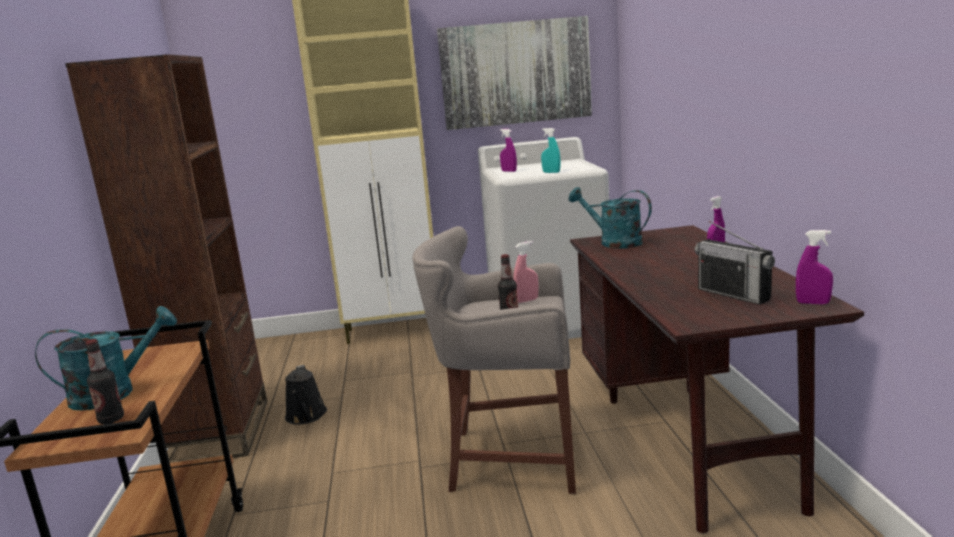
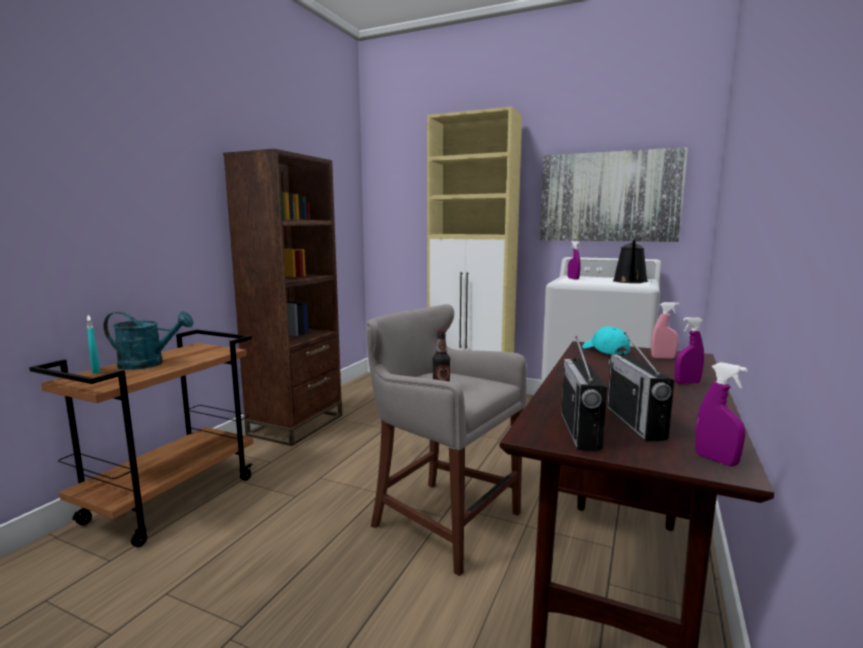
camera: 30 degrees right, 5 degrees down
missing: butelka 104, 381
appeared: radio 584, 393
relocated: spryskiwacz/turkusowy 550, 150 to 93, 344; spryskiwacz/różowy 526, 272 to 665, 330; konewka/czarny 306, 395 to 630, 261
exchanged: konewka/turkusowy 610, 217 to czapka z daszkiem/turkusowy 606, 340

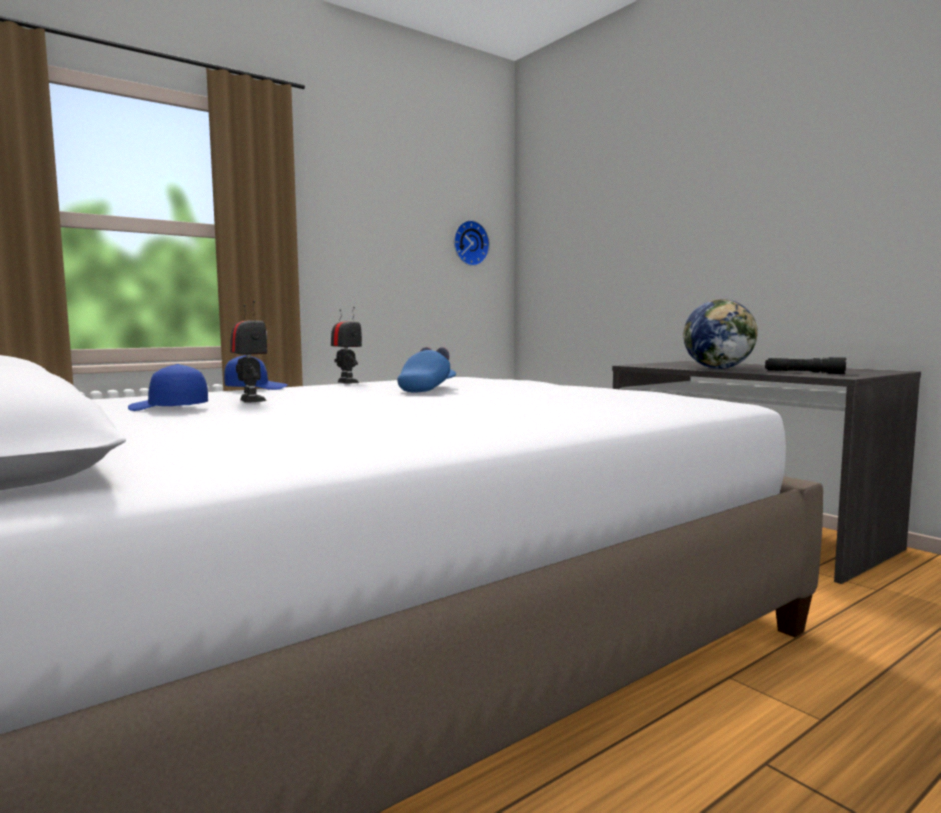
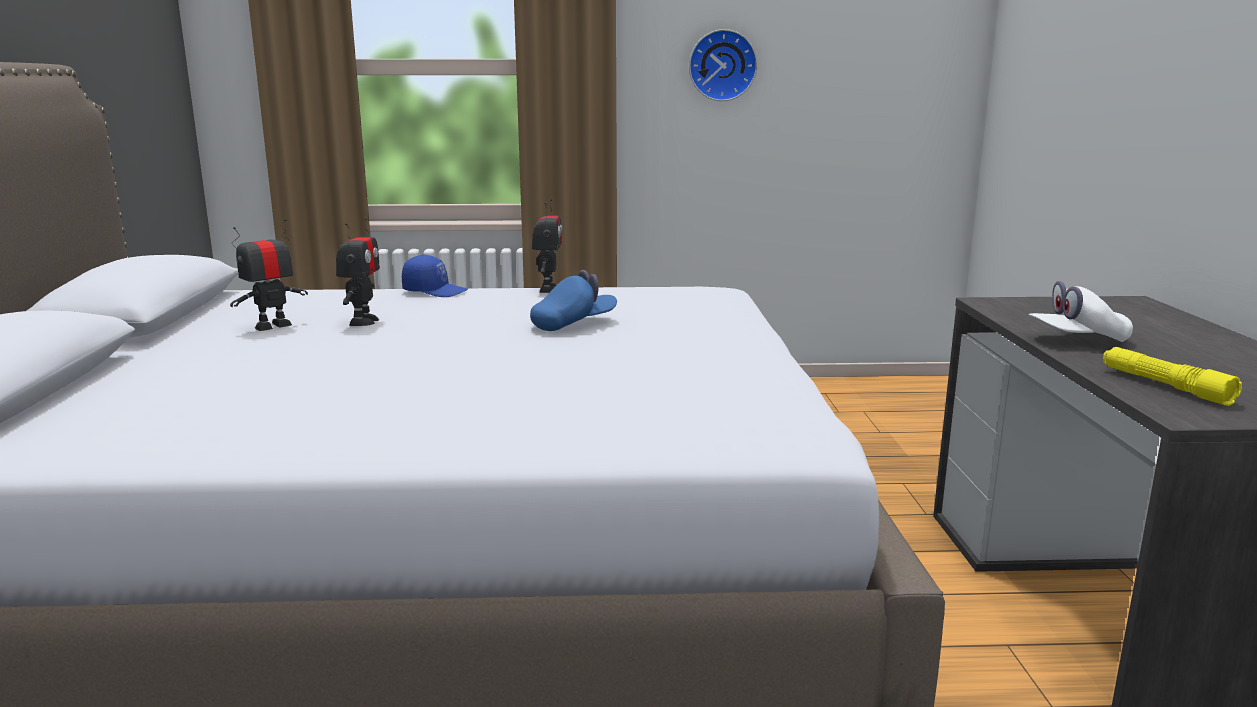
camera: 35 degrees right, 10 degrees up
relocated: zegar ścienny 472, 243 to 723, 65
exchanged: globus 720, 334 to czapka z daszkiem/biały 1081, 311; czapka z daszkiem/niebieski 168, 387 to robot zabawkowy 269, 275
colour: latarka/czarny 805, 365 to latarka/żółty 1172, 376

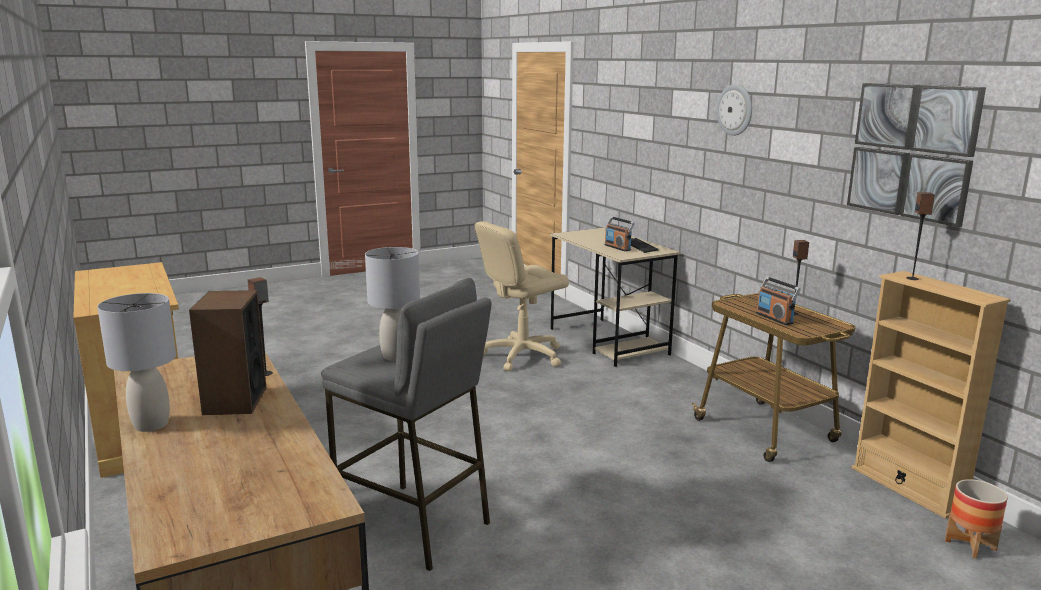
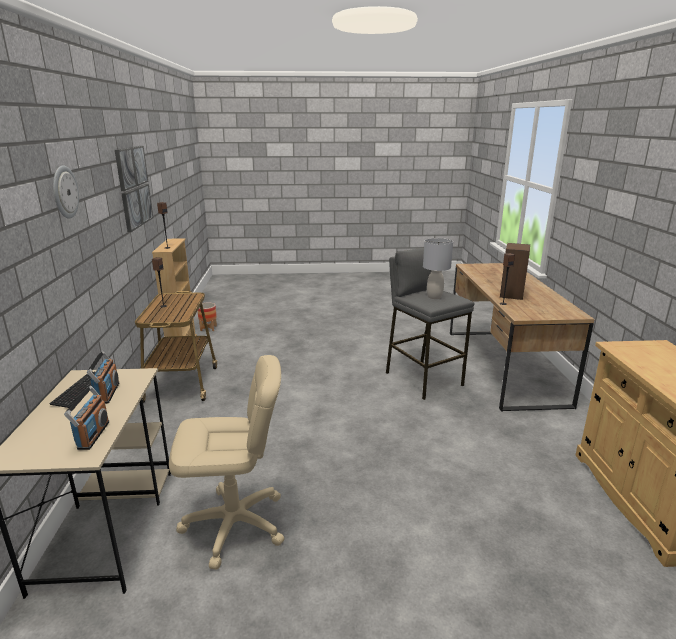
camera: 155 degrees left, 5 degrees up
missing: lampa stołowa/szary 136, 362
relocated: radio 778, 301 to 86, 418

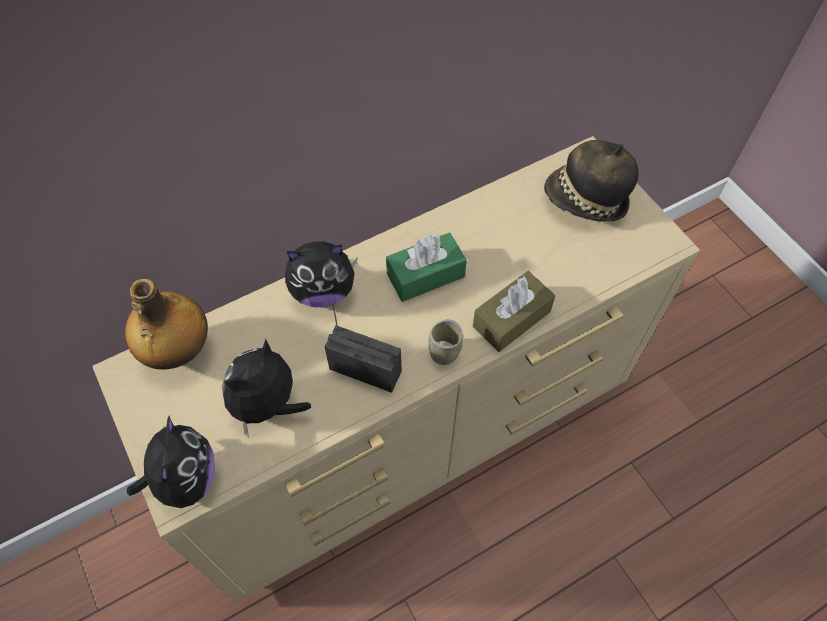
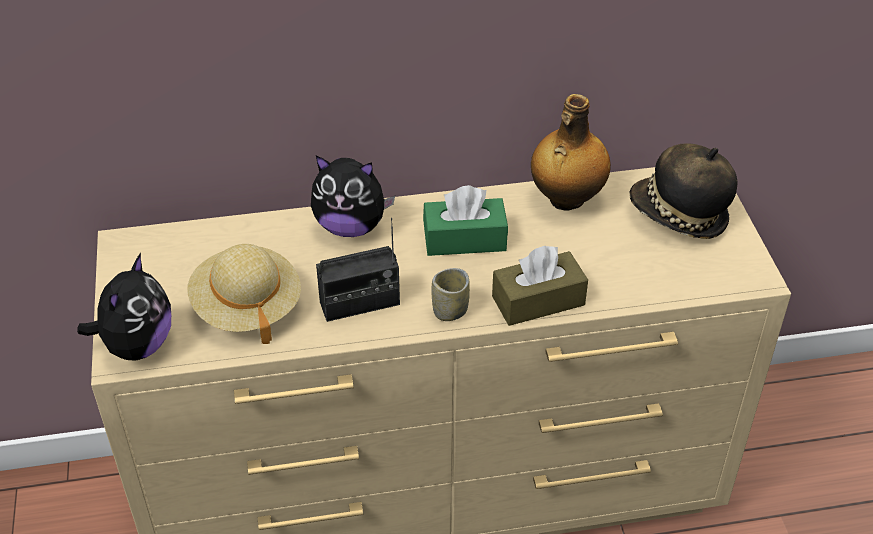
camera: 20 degrees right, 15 degrees down
relocated: butelka 166, 324 to 571, 152
exchanged: pluszak 266, 388 to kapelusz/beżowy 244, 294
spun: radio 363, 346 = 358, 270 120 degrees clockwise

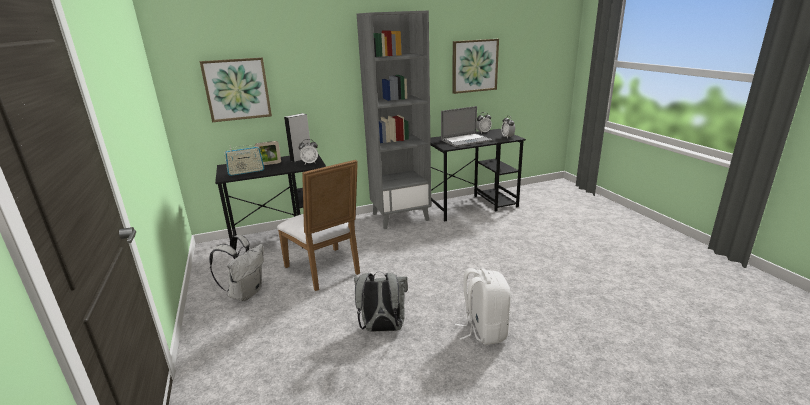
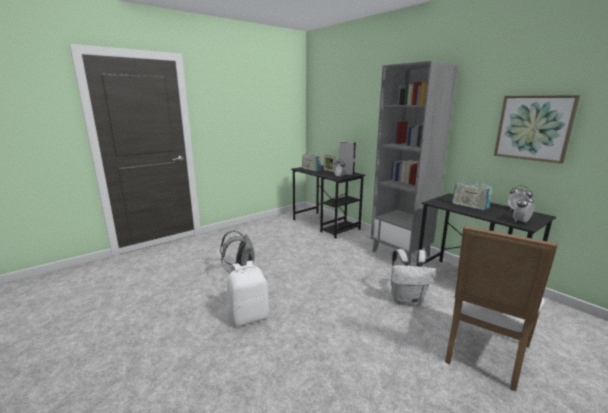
camera: 70 degrees right, 5 degrees down
missing: obraz 236, 89
relocated: krzesło/biały 318, 225 to 501, 308; plecak/biały 236, 268 to 413, 277
exchanged: laptop 466, 126 to radio 472, 194

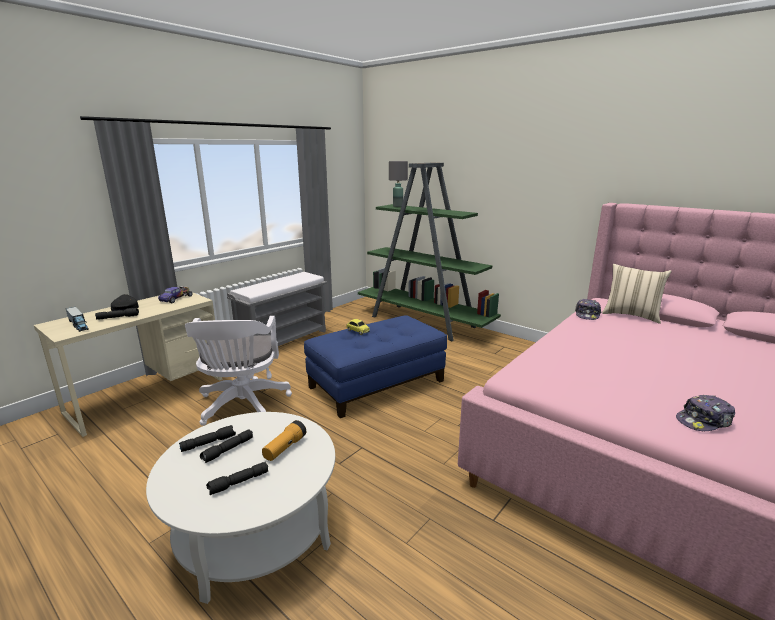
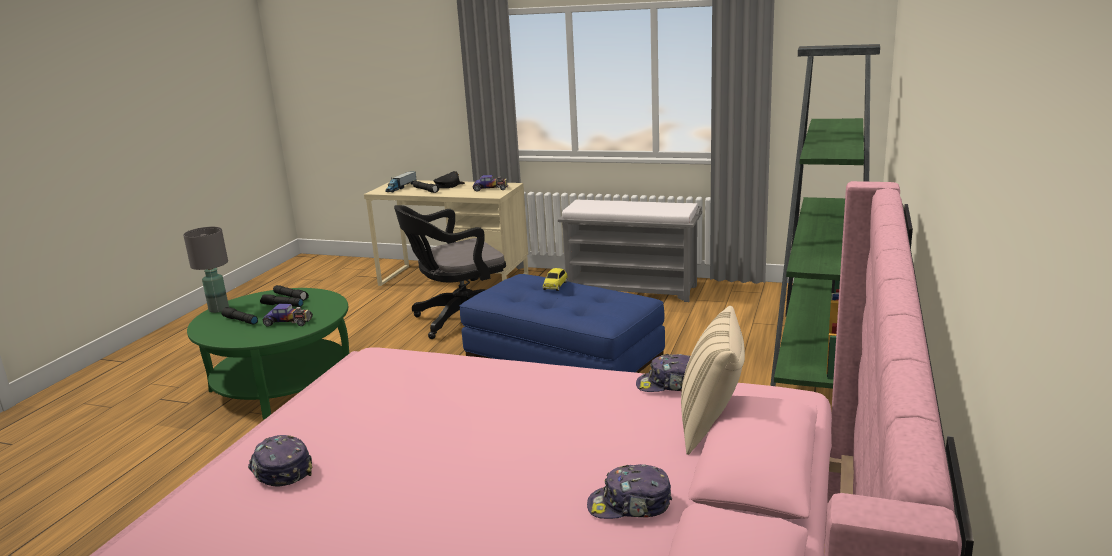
camera: 70 degrees right, 0 degrees up
appeared: czapka z daszkiem 629, 491
relocated: lampa stołowa/szary 398, 184 to 206, 270
exchanged: latarka 284, 440 to samochodzik 288, 315
colour: krzesło biurowe/biały 238, 371 to krzesło biurowe/czarny 450, 272; ława/biały 240, 508 to ława/zielony 268, 354

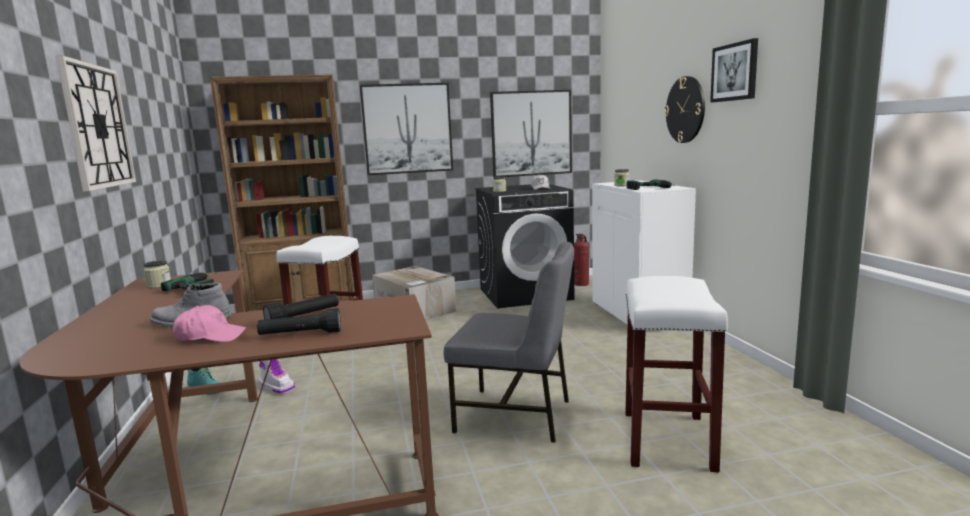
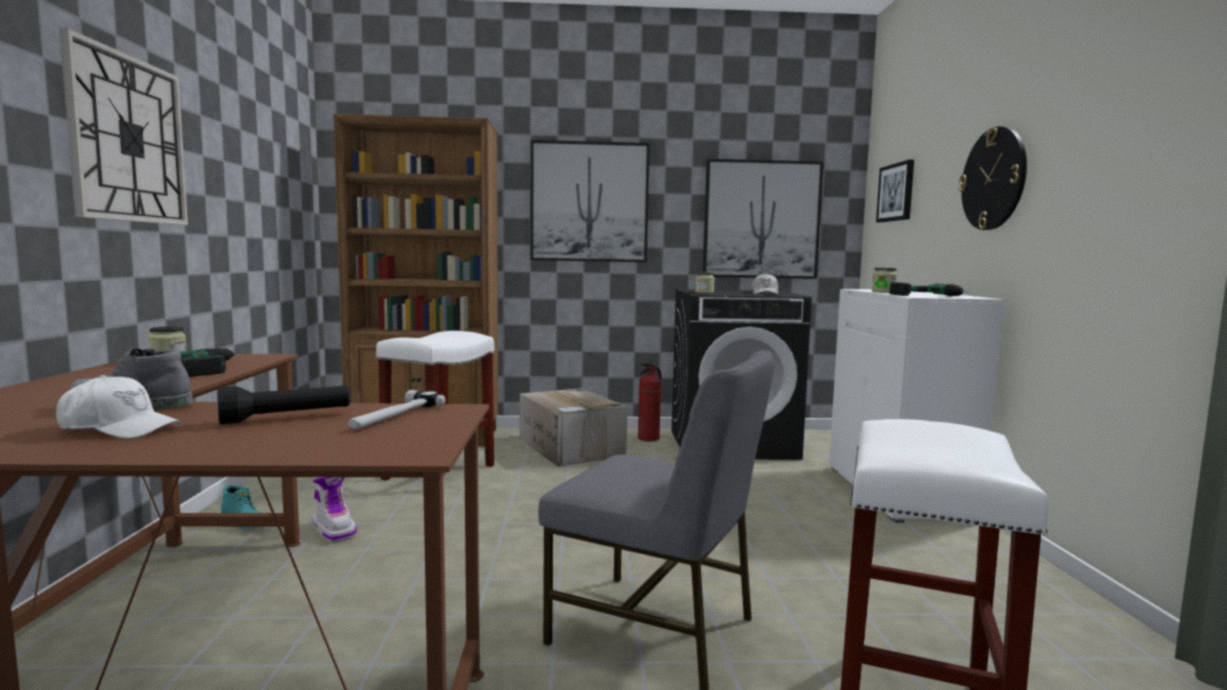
camera: 10 degrees right, 5 degrees down
missing: latarka/czarny 299, 321
appeared: młotek 397, 409
relocated: obraz 734, 70 to 895, 191; gaśnica 581, 260 to 649, 402
colour: czapka z daszkiem/różowy 210, 323 to czapka z daszkiem/biały 119, 407

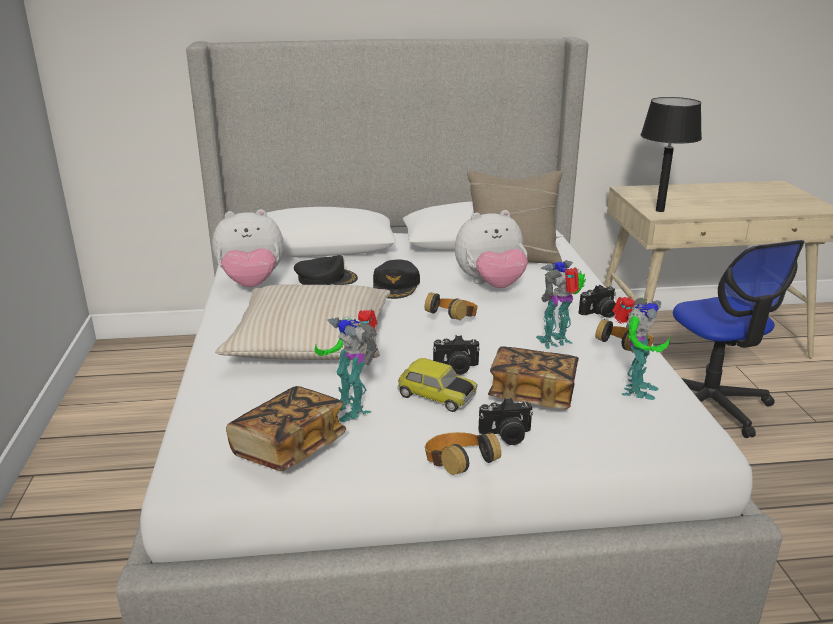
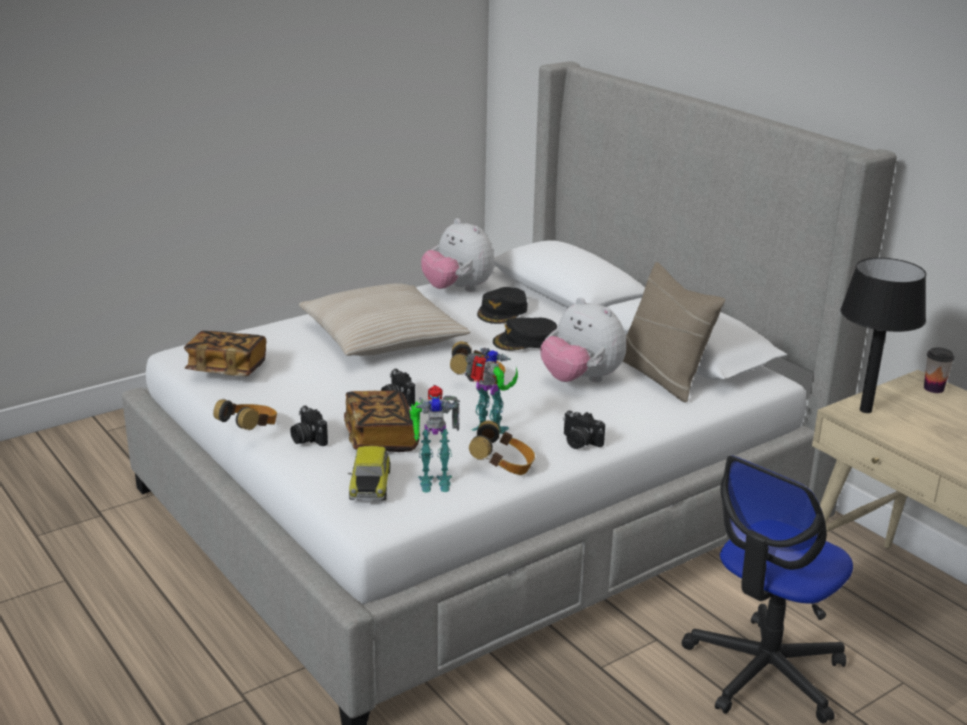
camera: 60 degrees right, 0 degrees up
missing: robot zabawkowy 346, 365
appeared: filiżanka 939, 370
relocated: samochodzik 437, 385 to 369, 473
spun: czapka z daszkiem/czarny 326, 270 = 502, 305 60 degrees clockwise

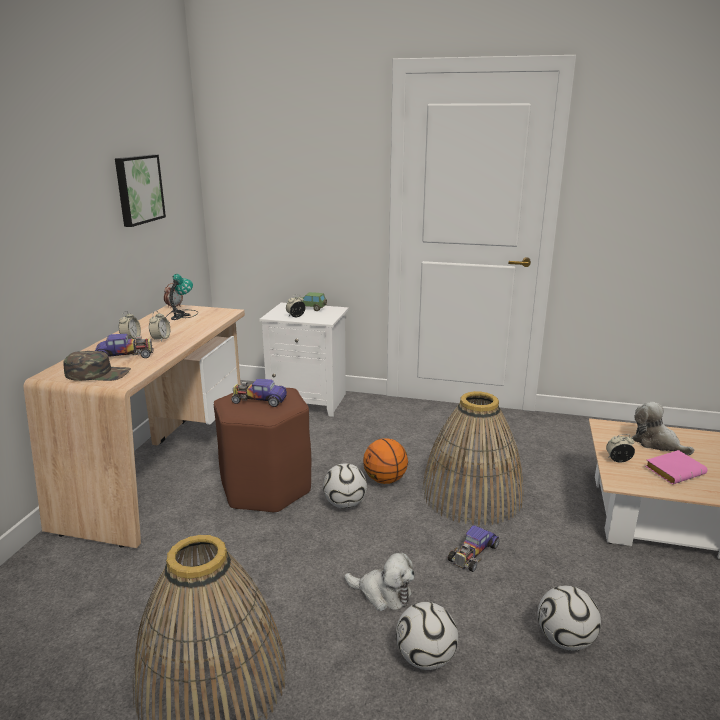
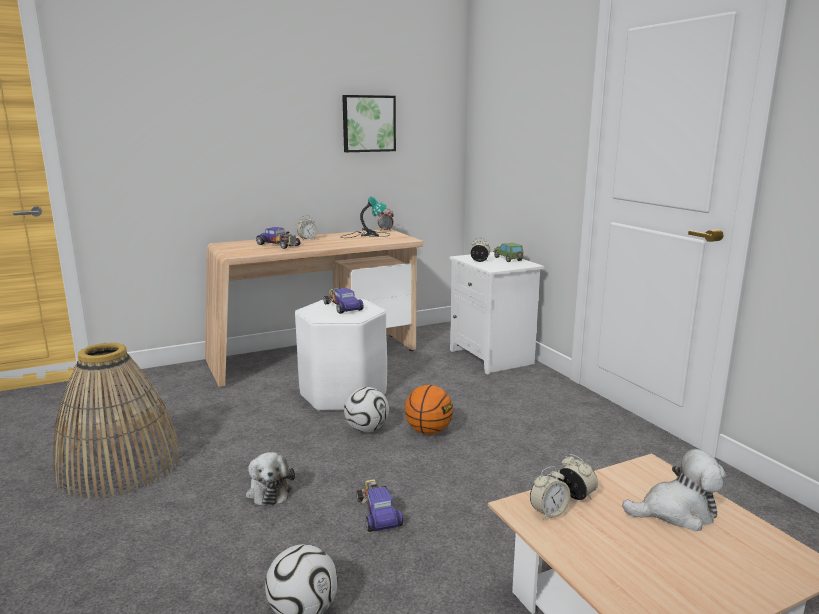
camera: 50 degrees right, 5 degrees down
missing: czapka z daszkiem/zielony 97, 366; koszyk 473, 458; książka/różowy 676, 467; piłka futbolowa 427, 636
relocated: budzik 159, 326 to 550, 493
colour: stołek/brązowy 262, 449 to stołek/biały 341, 355
spun: pluszak 663, 428 = 674, 490 75 degrees clockwise; samochodzik 473, 548 = 379, 506 75 degrees clockwise

